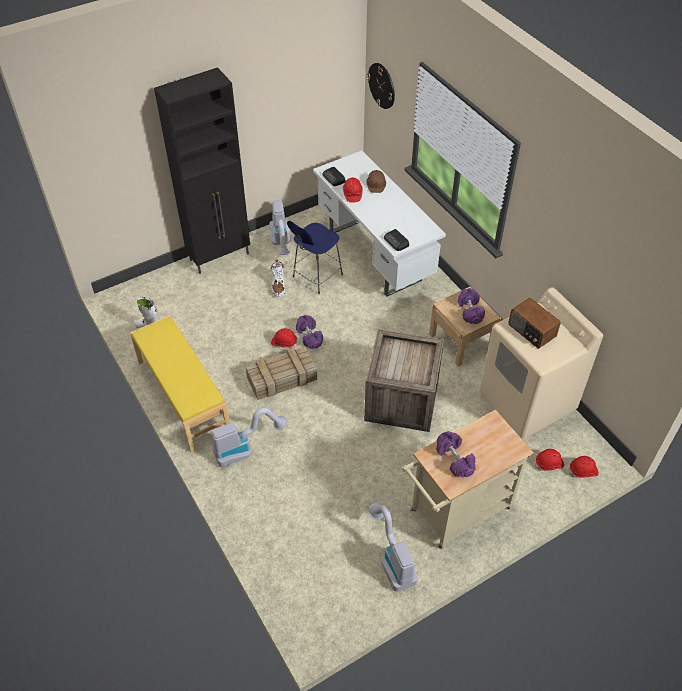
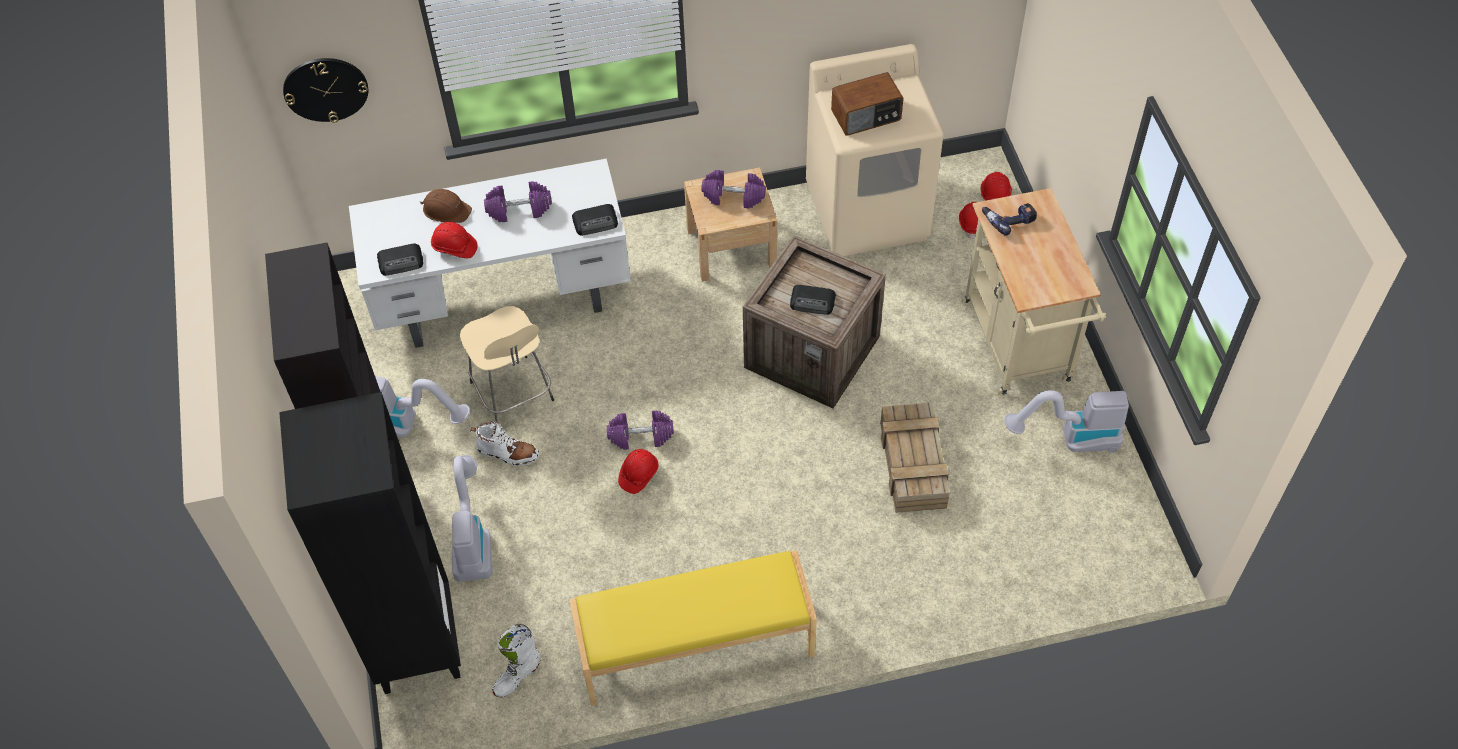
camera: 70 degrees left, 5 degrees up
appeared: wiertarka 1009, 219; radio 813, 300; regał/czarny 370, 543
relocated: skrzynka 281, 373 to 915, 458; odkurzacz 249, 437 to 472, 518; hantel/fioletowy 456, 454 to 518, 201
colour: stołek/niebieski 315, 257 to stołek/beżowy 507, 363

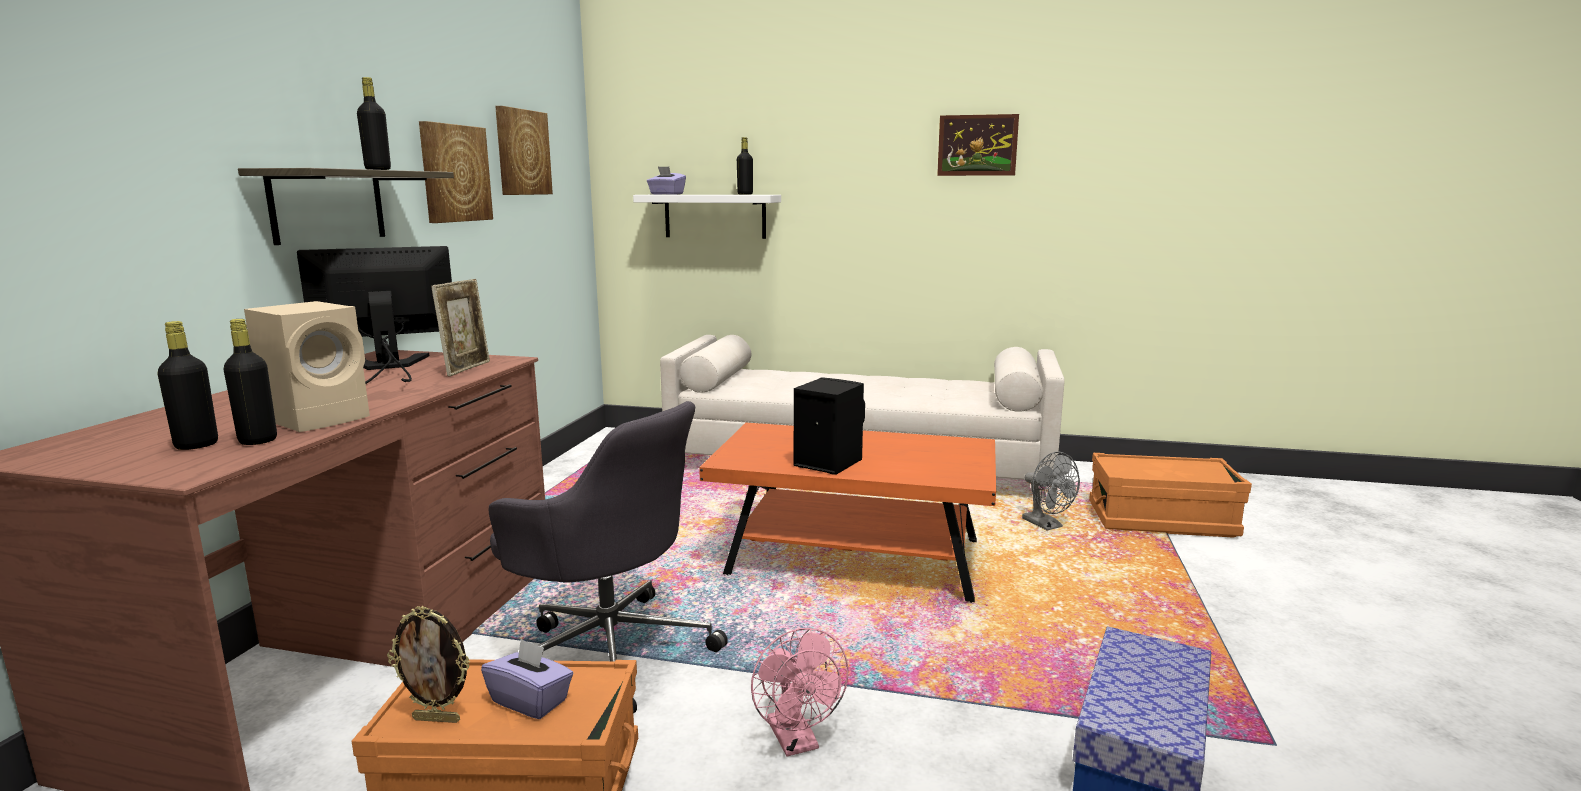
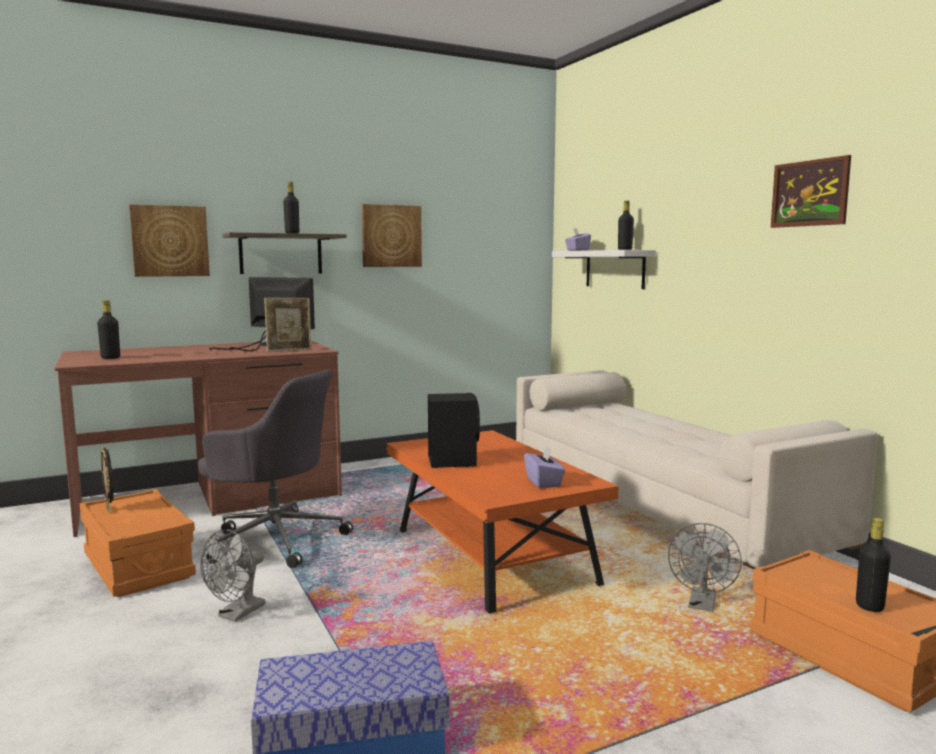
camera: 50 degrees right, 5 degrees down
missing: głośnik/beżowy 307, 366
relocated: obraz 524, 150 to 169, 240; butelka/czarny 250, 382 to 873, 565; pudełko chusteczek/fioletowy 527, 679 to 544, 467
colour: wentylator/różowy 800, 692 to wentylator/szary 232, 575
spun: krzesło biurowe/szary 608, 557 = 275, 469 60 degrees counterclockwise

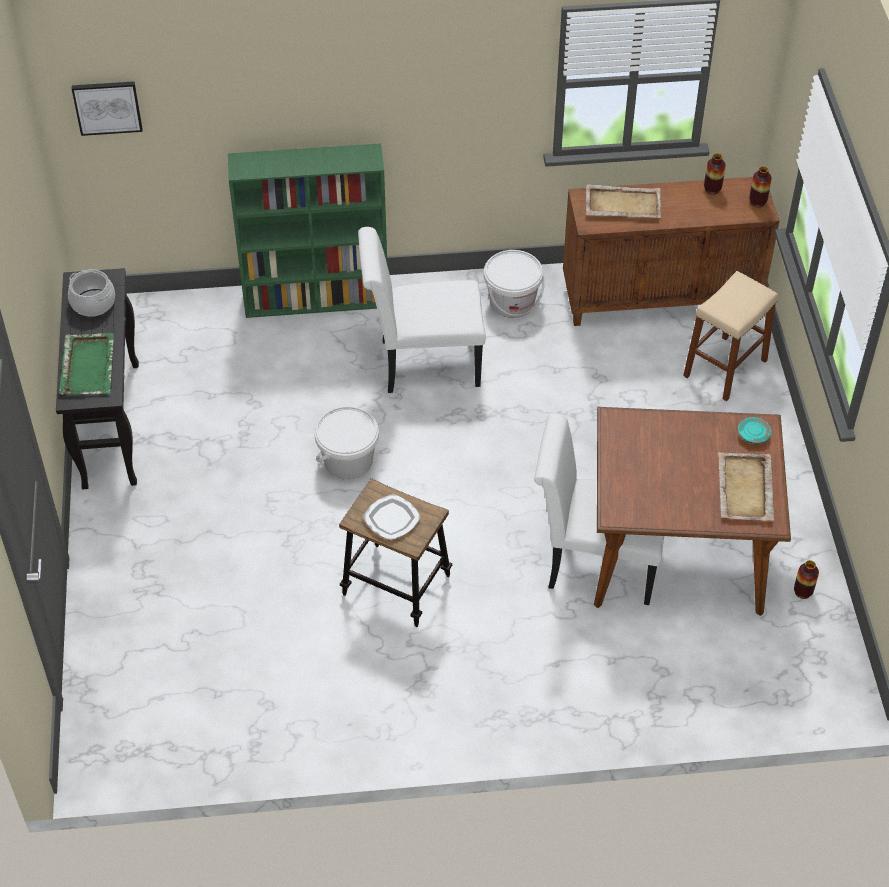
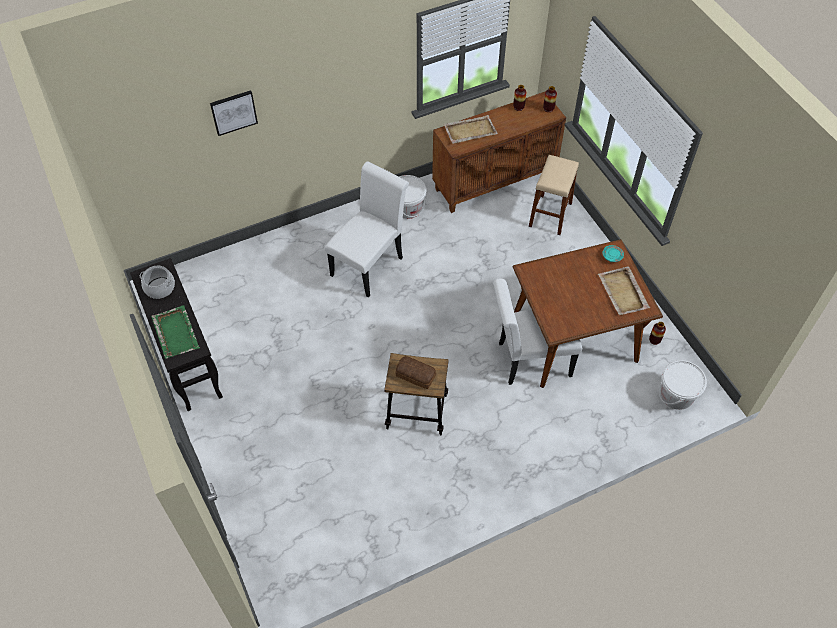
camera: 20 degrees left, 5 degrees up
missing: regał/zielony 307, 230
relocated: obraz 107, 108 to 234, 113; wiadro/biały 346, 442 to 683, 385
exchanged: talerz 391, 517 to chleb 415, 372
spun: krzesło/biały 422, 310 = 367, 229 150 degrees clockwise

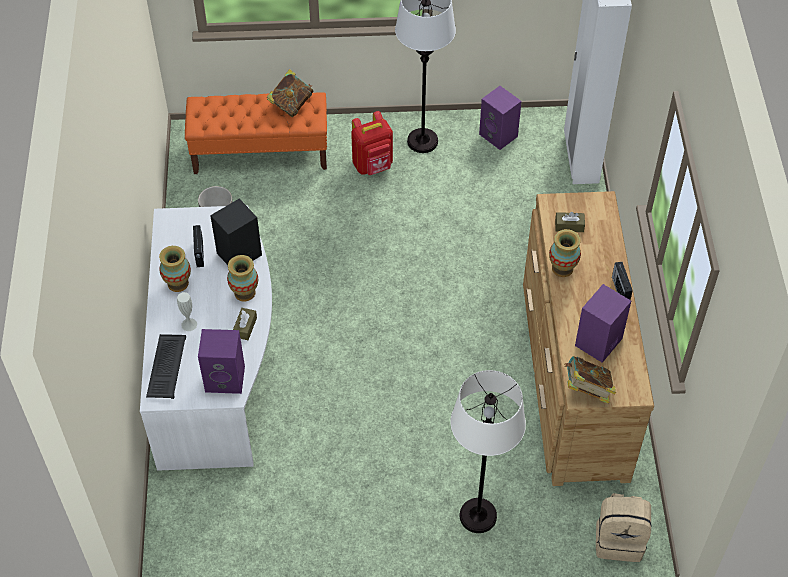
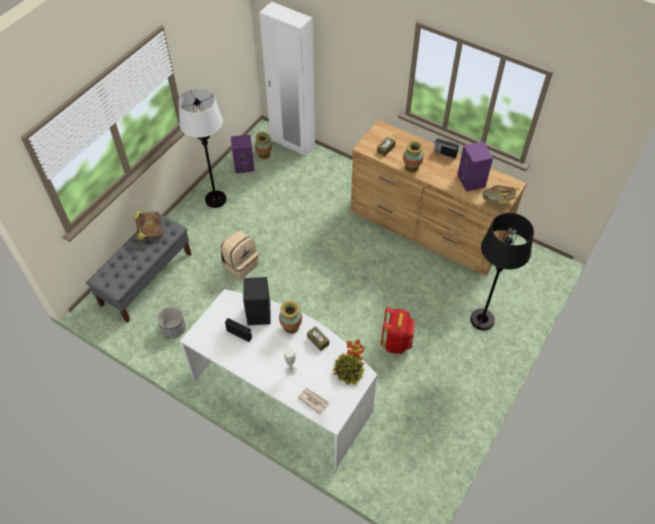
camera: 55 degrees left, 0 degrees up
relocated: plecak/czerwony 372, 143 to 398, 330; wazon 175, 269 to 263, 145; plecak/beżowy 624, 527 to 239, 255
exchanged: głośnik/fioletowy 221, 361 to roślina doniczkowa 349, 362; klawiatura 166, 366 to gazeta 313, 401
colour: ławka/pomarańczowy 256, 133 to ławka/szary 138, 268; lampa stojąca/biały 488, 451 to lampa stojąca/czarny 502, 271

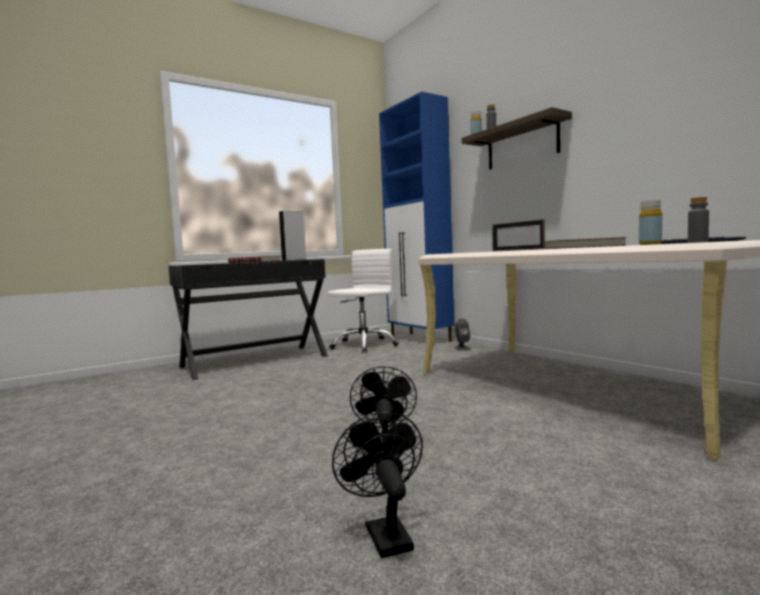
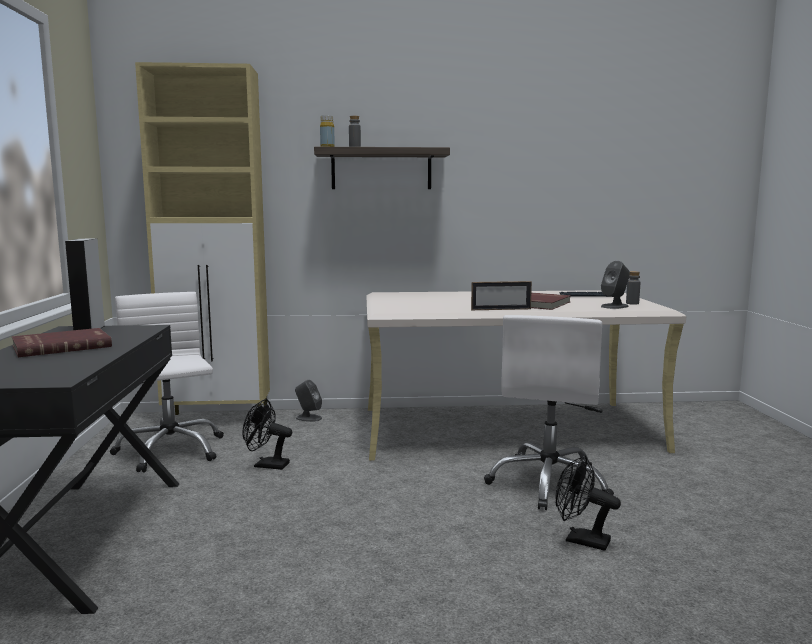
camera: 60 degrees left, 5 degrees up
appeared: krzesło biurowe/biały 549, 412
relocated: wentylator/czarny 377, 485 to 267, 434
exchanged: butelka/żółty 650, 222 to głośnik/szary 615, 285
colour: szafka/niebieski 416, 216 to szafka/beżowy 202, 238

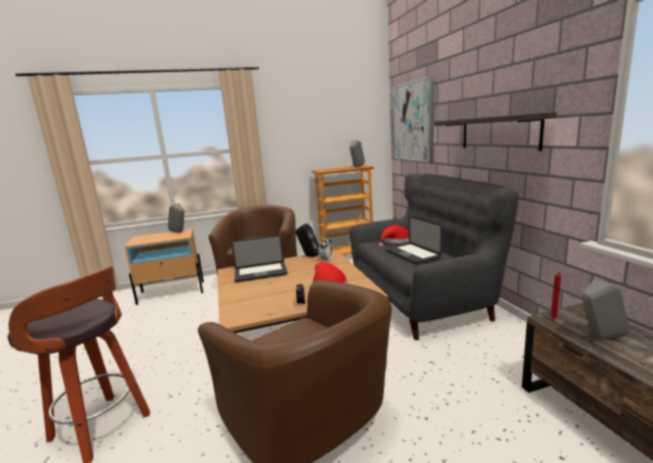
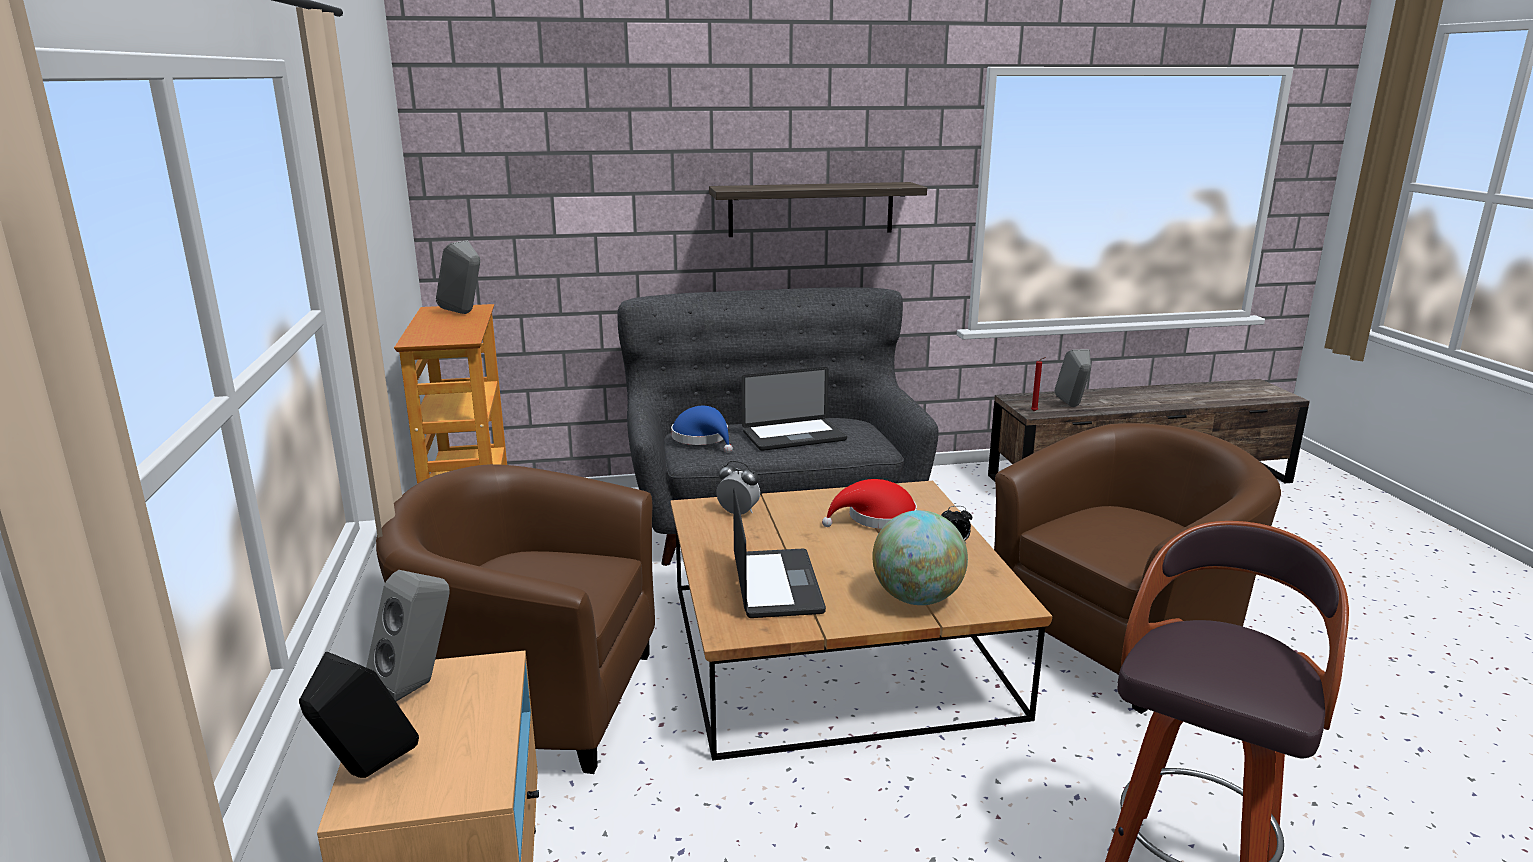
camera: 85 degrees left, 5 degrees up
missing: obraz 412, 119
appeared: globus 920, 557
relocated: głośnik/czarny 307, 240 to 359, 715
colour: kapelusz/czerwony 394, 236 to kapelusz/niebieski 702, 429

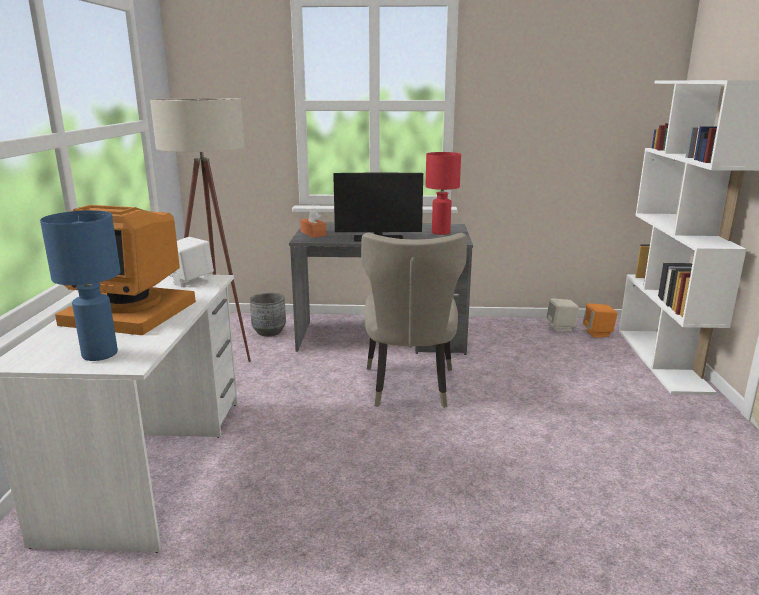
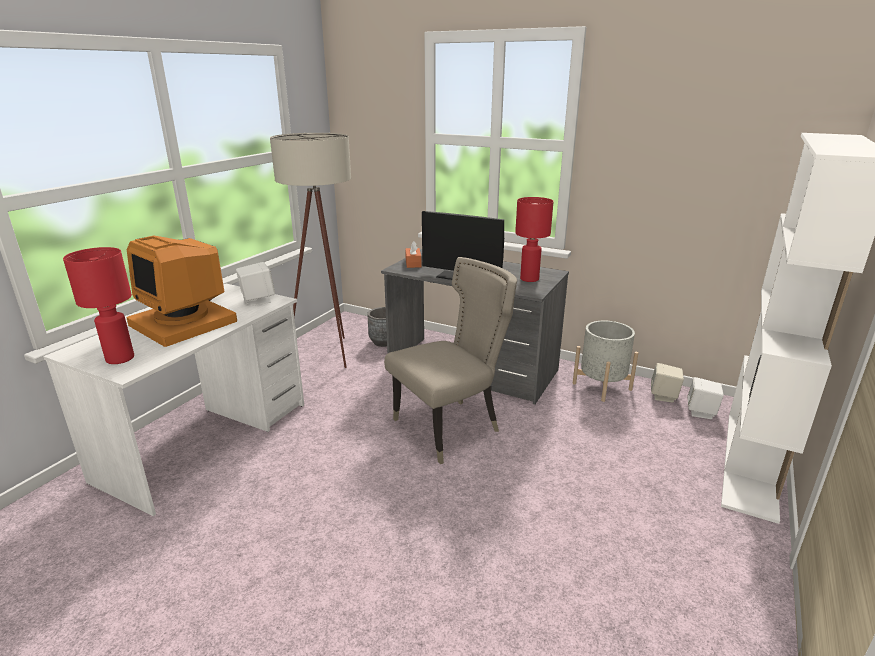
camera: 25 degrees right, 5 degrees up
appeared: donica/szary 605, 361
colour: lampa stołowa/niebieski 80, 285 to lampa stołowa/czerwony 98, 305; głośnik/pomarańczowy 600, 320 to głośnik/biały 705, 398
spun: krzesło/beżowy 414, 320 = 450, 360 150 degrees counterclockwise

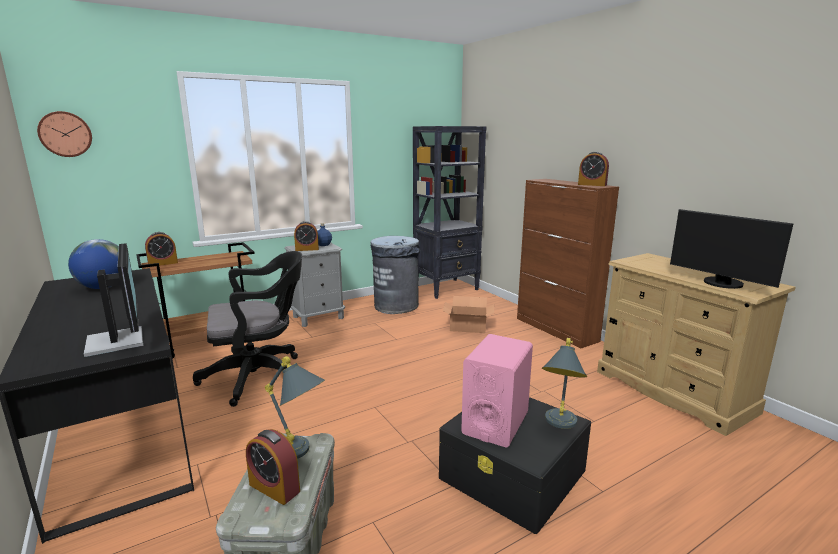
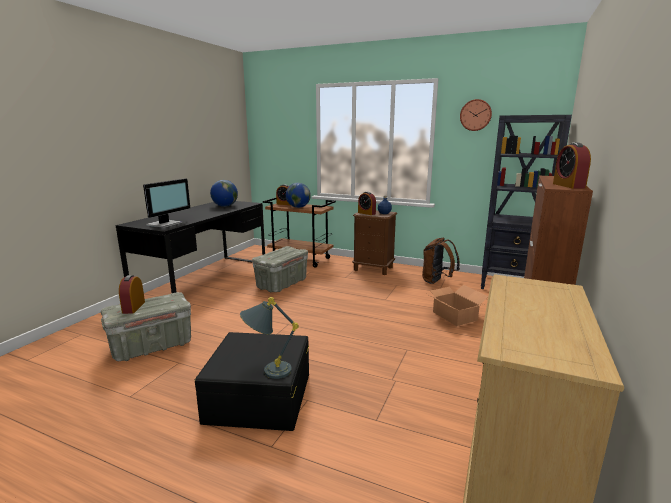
camera: 55 degrees right, 0 degrees up
missing: monitor 731, 249; głośnik/różowy 497, 390; lampa stołowa/szary 295, 407
appeared: globus 298, 195
relocated: zegar ścienny 64, 134 to 476, 115
exchanged: kosz na śmieci/szary 395, 275 to plecak/brązowy 441, 261; krzesło biurowe/czarny 247, 329 to pojemnik do przechowywania/szary 280, 269
colour: szafka nocna/szary 314, 285 to szafka nocna/brązowy 374, 243

